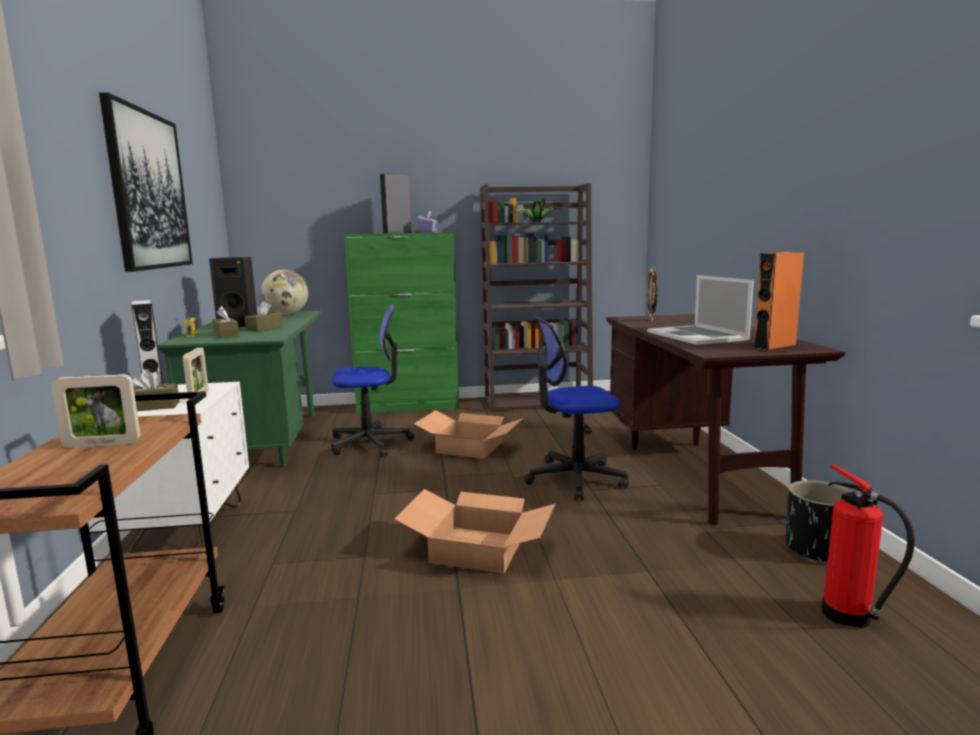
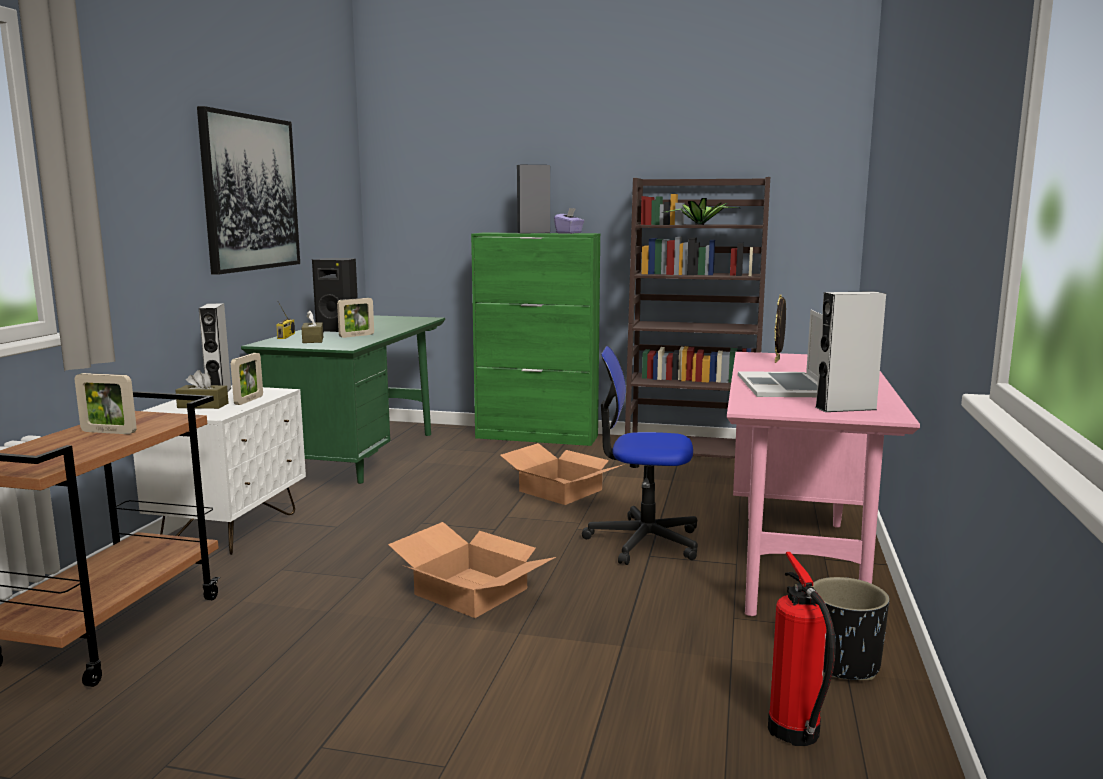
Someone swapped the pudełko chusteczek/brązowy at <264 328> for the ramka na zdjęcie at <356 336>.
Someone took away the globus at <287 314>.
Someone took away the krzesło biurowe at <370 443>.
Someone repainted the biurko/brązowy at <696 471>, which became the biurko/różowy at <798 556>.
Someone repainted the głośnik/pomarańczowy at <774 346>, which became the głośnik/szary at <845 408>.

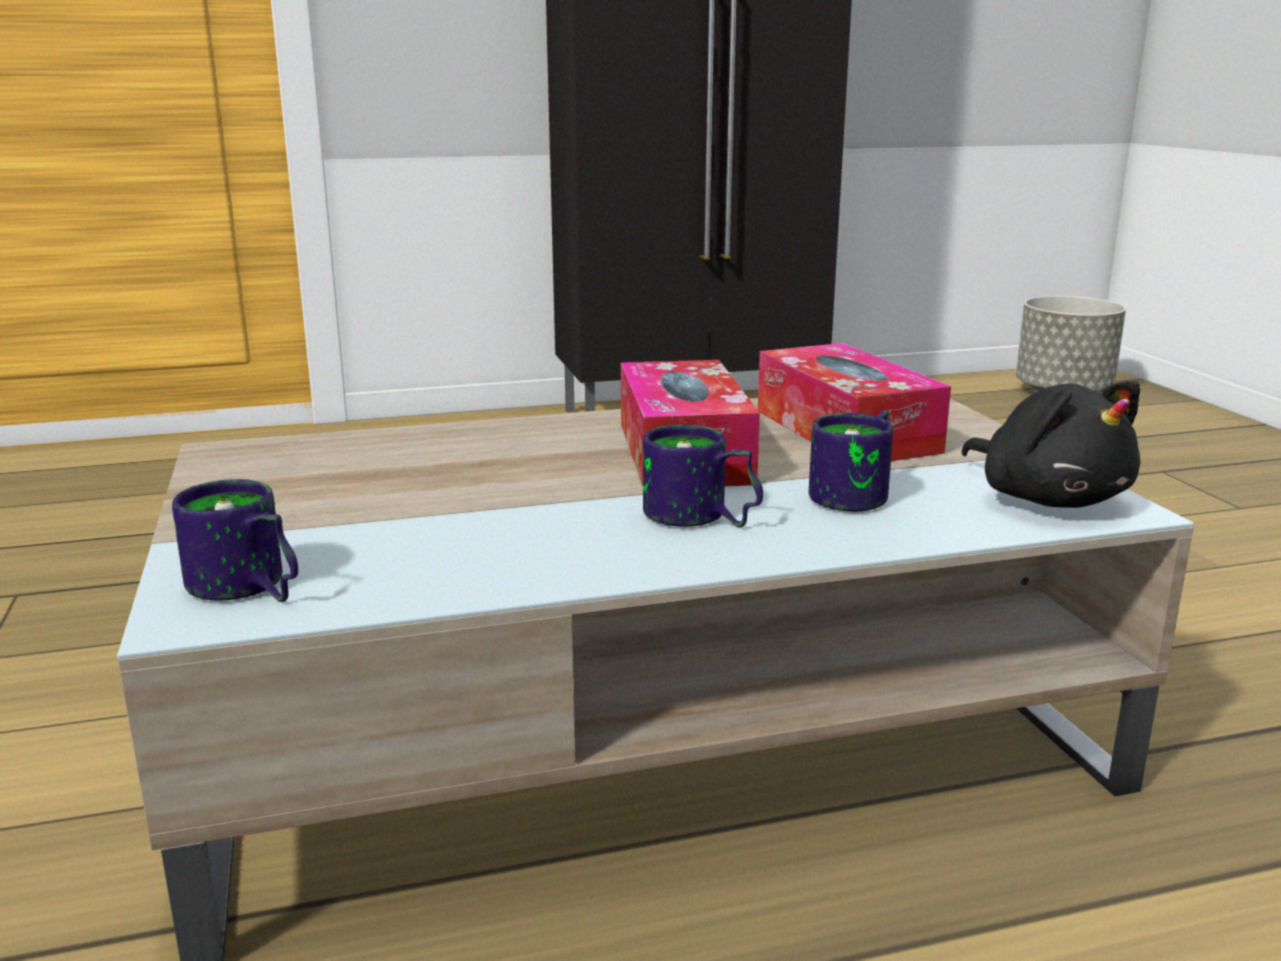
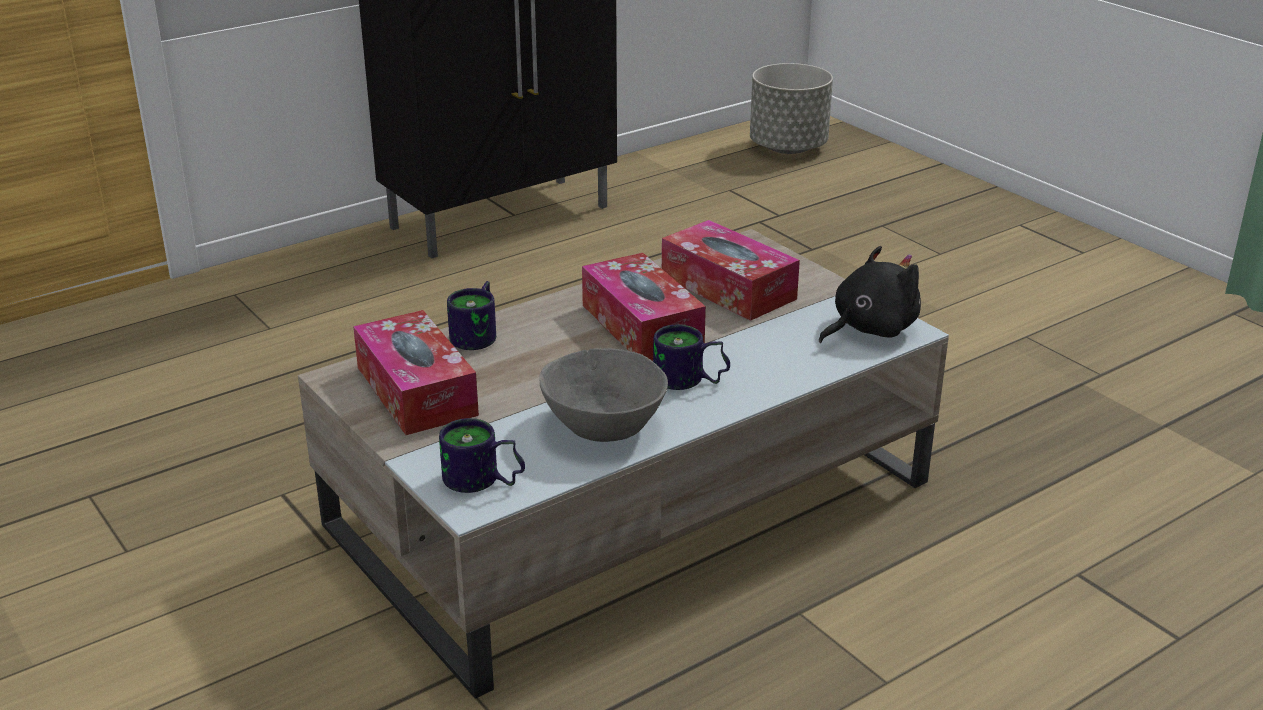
Someone carried the kubek from <861 494> to <480 334>.
Someone rotated the pluszak/czarny at <1048 498> by 75 degrees counterclockwise.
Someone put down the pudełko chusteczek at <416 391>.
Someone put down the miska/szary at <605 426>.

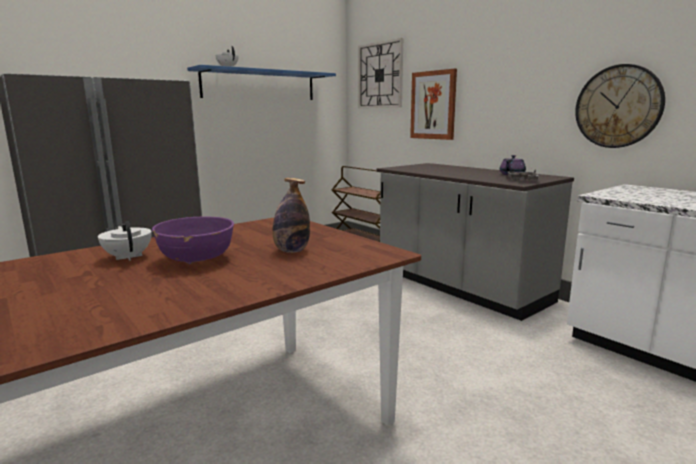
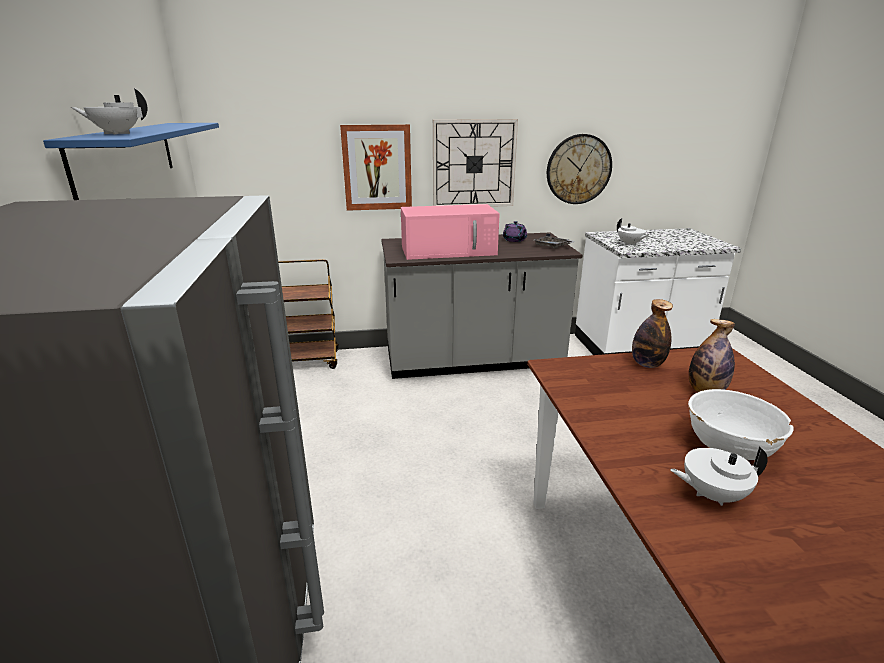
Someone repainted the miska/fioletowy at <197 259>, which became the miska/biały at <729 446>.
Someone carried the zegar ścienny from <380 75> to <474 164>.
Someone put down the mikrofalówka/różowy at <450 250>.
Someone put down the imbryk/biały at <630 244>.
Someone put down the butelka at <647 364>.

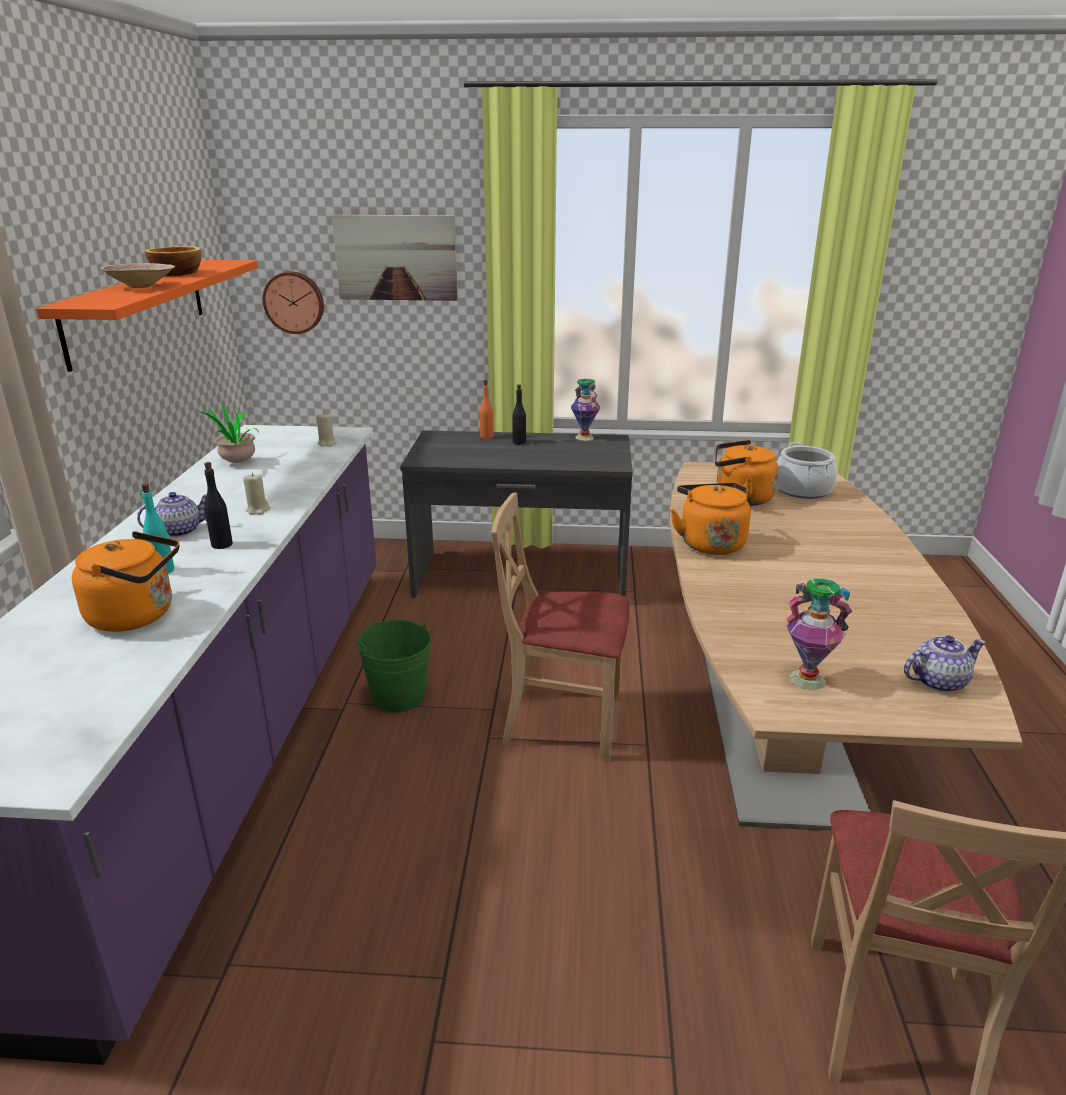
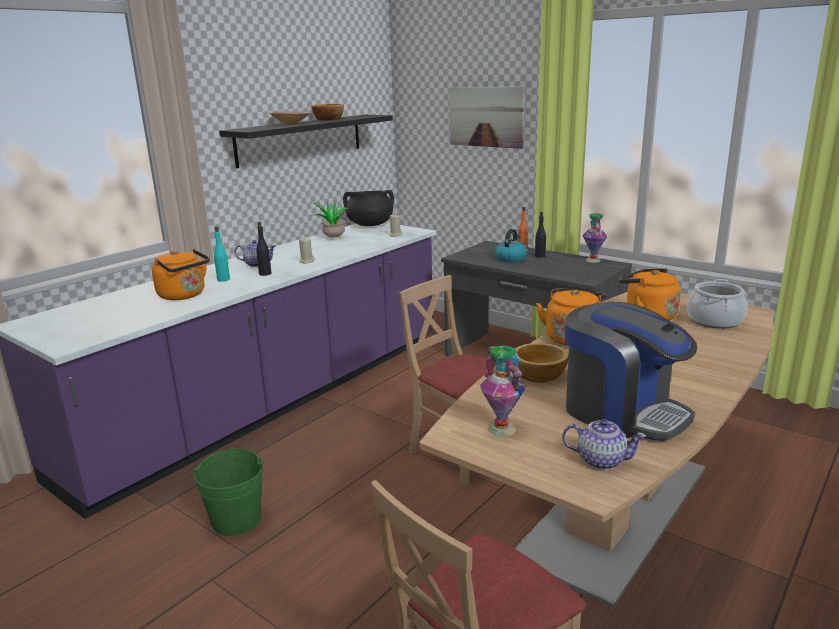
Someone repainted the półka/pomarańczowy at <138 309>, which became the półka/czarny at <301 139>.
Someone took away the zegar ścienny at <294 302>.
Someone carried the wiadro/zielony from <398 696> to <236 520>.
Someone put down the garnek/czarny at <370 225>.
Someone put down the czajnik at <510 258>.
Someone put down the miska at <539 375>.
Someone put down the ekspres do kawy at <622 412>.

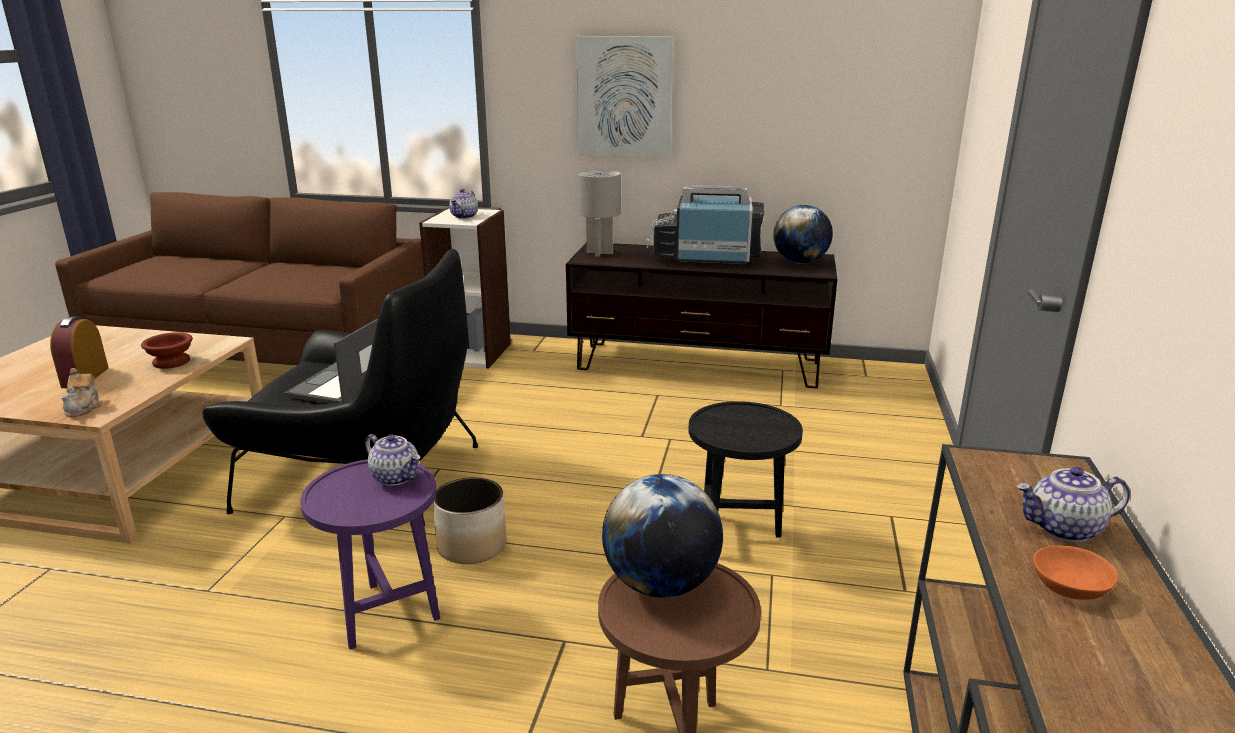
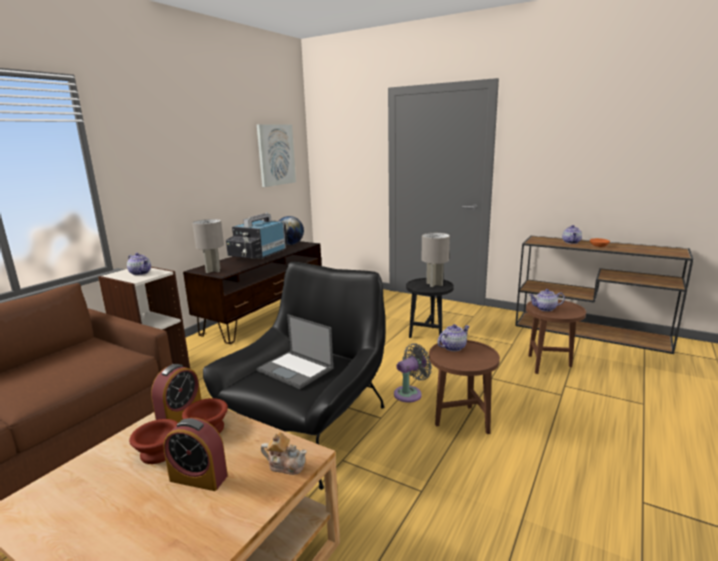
Someone repainted the stolik/fioletowy at <385 611>, which became the stolik/brązowy at <460 422>.
Someone swapped the donica at <472 545> for the wentylator/szary at <410 393>.
Someone carried the obraz from <624 97> to <276 155>.
Someone swapped the globus at <661 584> for the imbryk at <545 309>.
Someone put down the miska/brązowy at <160 453>.
Someone put down the budzik at <180 414>.
Someone put down the lampa stołowa/szary at <434 284>.

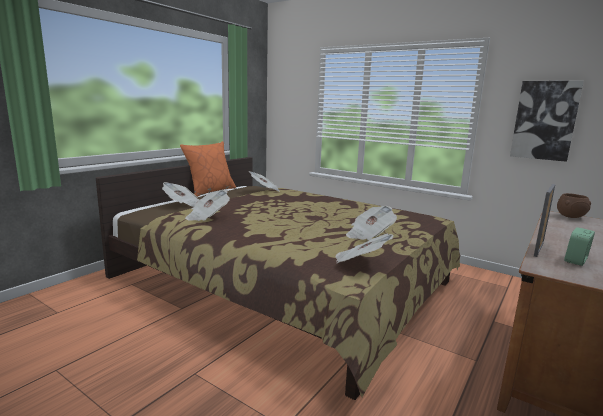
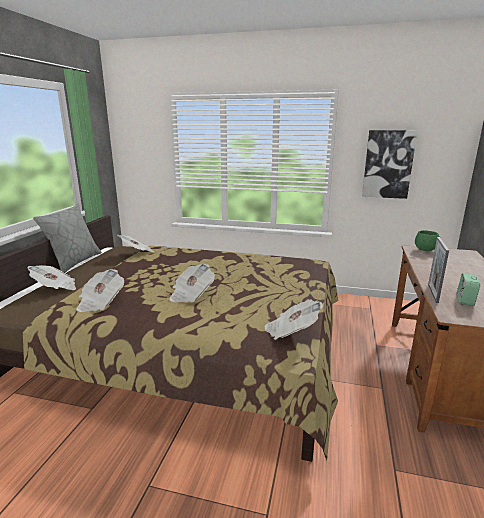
Someone repainted the poduszka/pomarańczowy at <210 191>, which became the poduszka/szary at <74 262>.
Someone carried the gazeta from <369 235> to <191 295>.
Someone repainted the miska/brązowy at <570 217>, which became the miska/zielony at <425 250>.

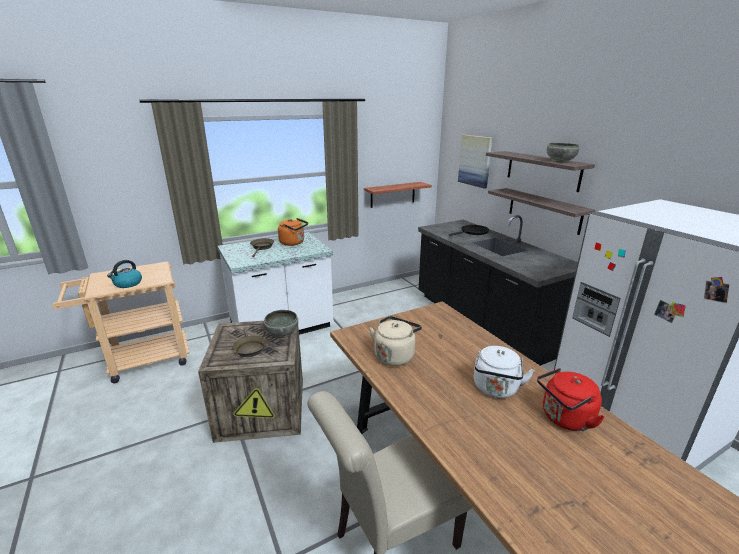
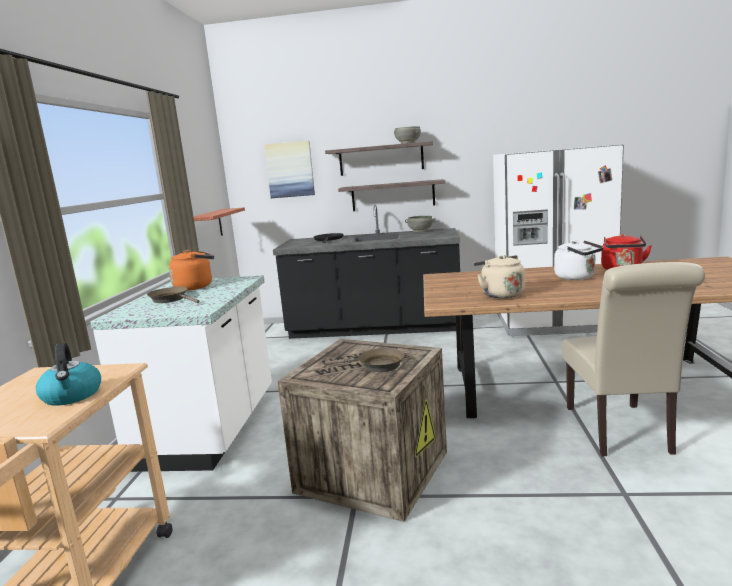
Someone carried the miska/szary from <281 333> to <420 231>.

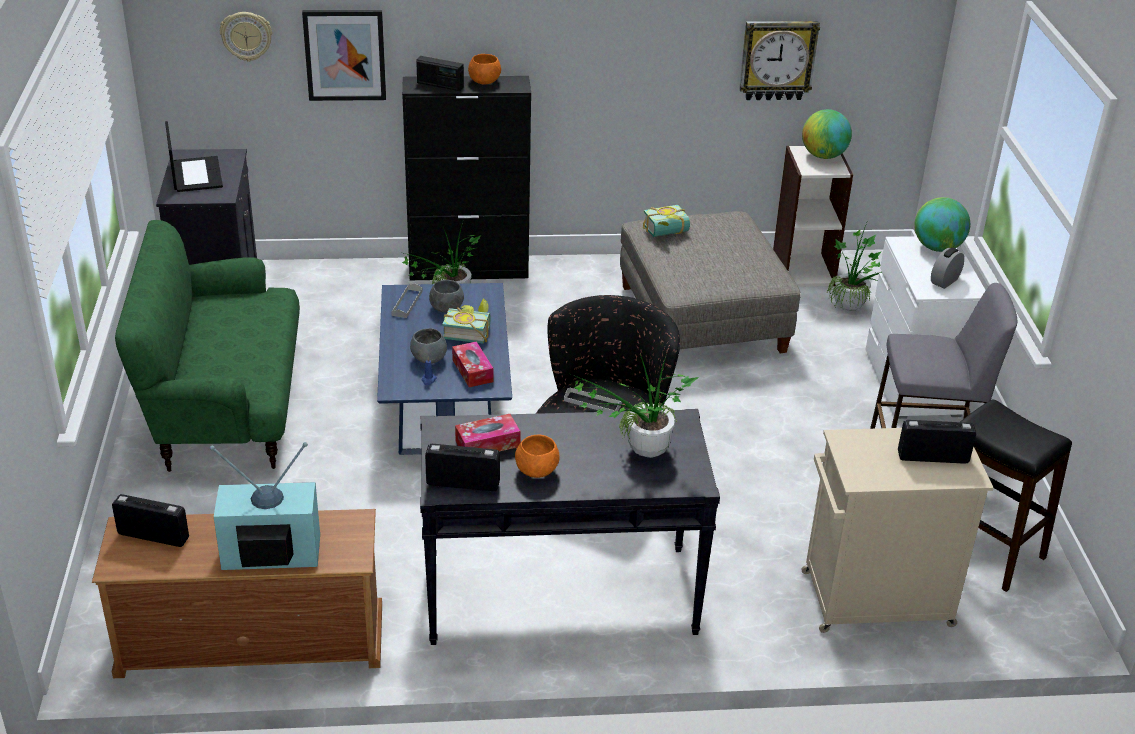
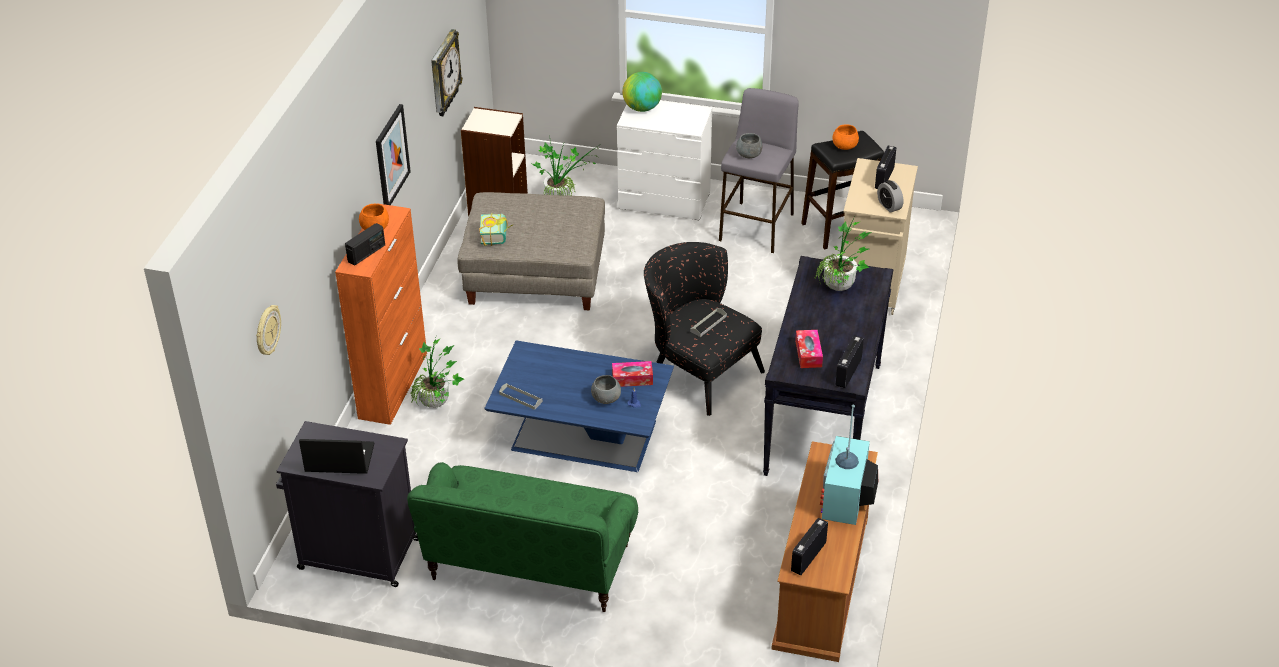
Someone carried the obraz from <345 55> to <391 156>.
Someone repainted the szafka/czarny at <469 269>, which became the szafka/pomarańczowy at <393 385>.
Someone carried the miska/szary from <446 308> to <749 155>.
Someone took away the książka at <468 331>.
Someone carried the miska/pomarańczowy from <536 471> to <845 146>.
Someone took away the globus at <823 156>.
Someone carried the budzik from <944 281> to <889 206>.

